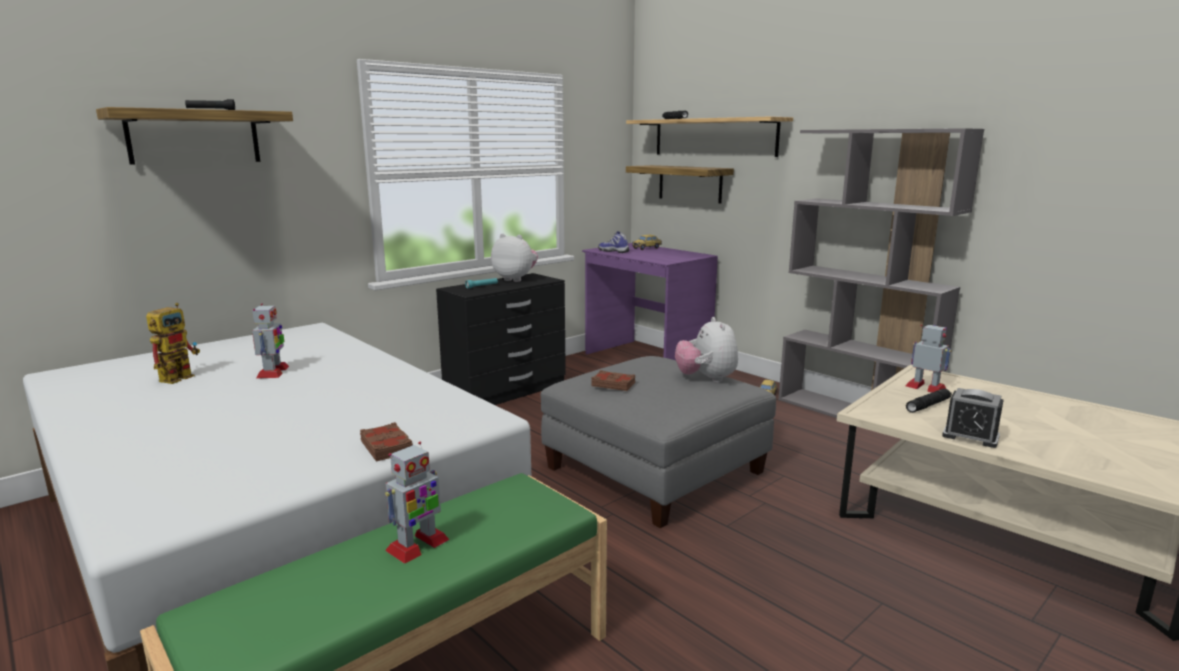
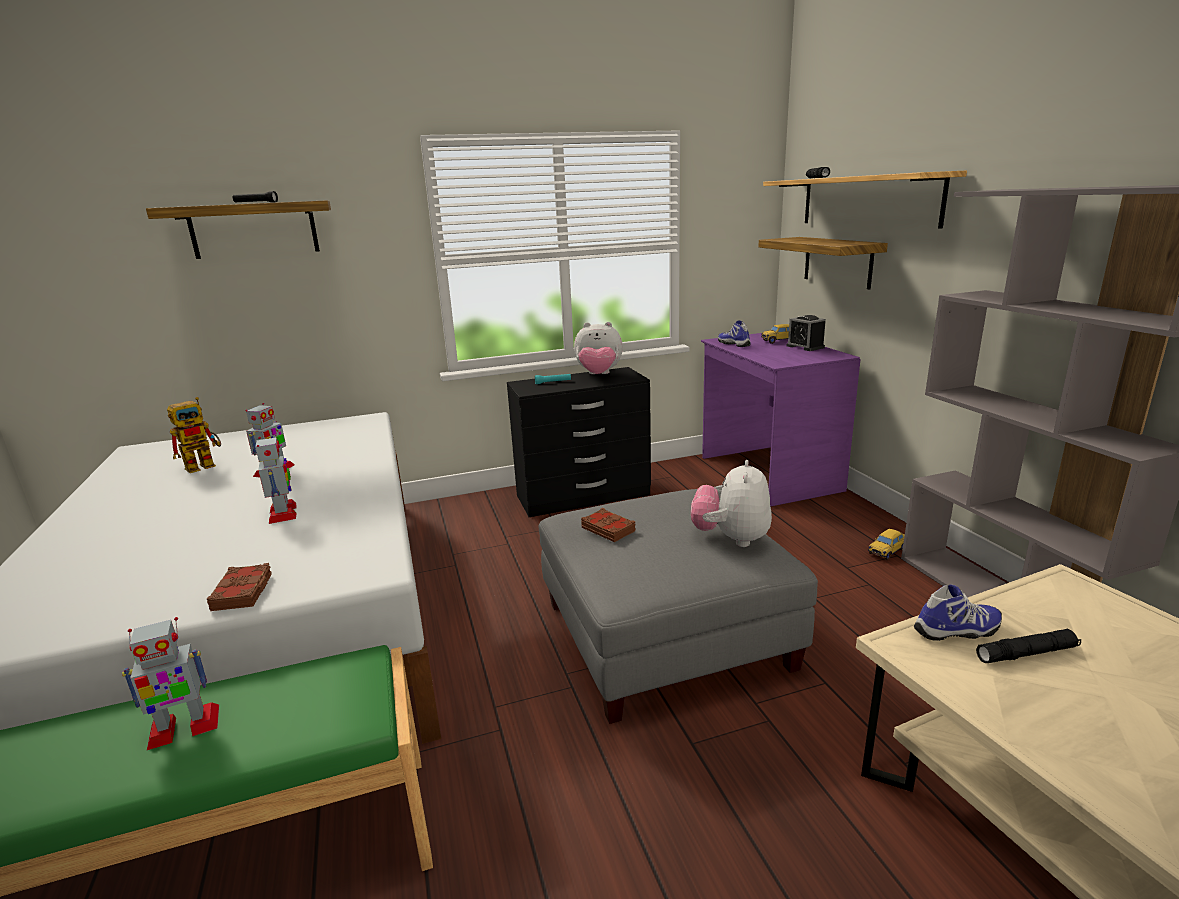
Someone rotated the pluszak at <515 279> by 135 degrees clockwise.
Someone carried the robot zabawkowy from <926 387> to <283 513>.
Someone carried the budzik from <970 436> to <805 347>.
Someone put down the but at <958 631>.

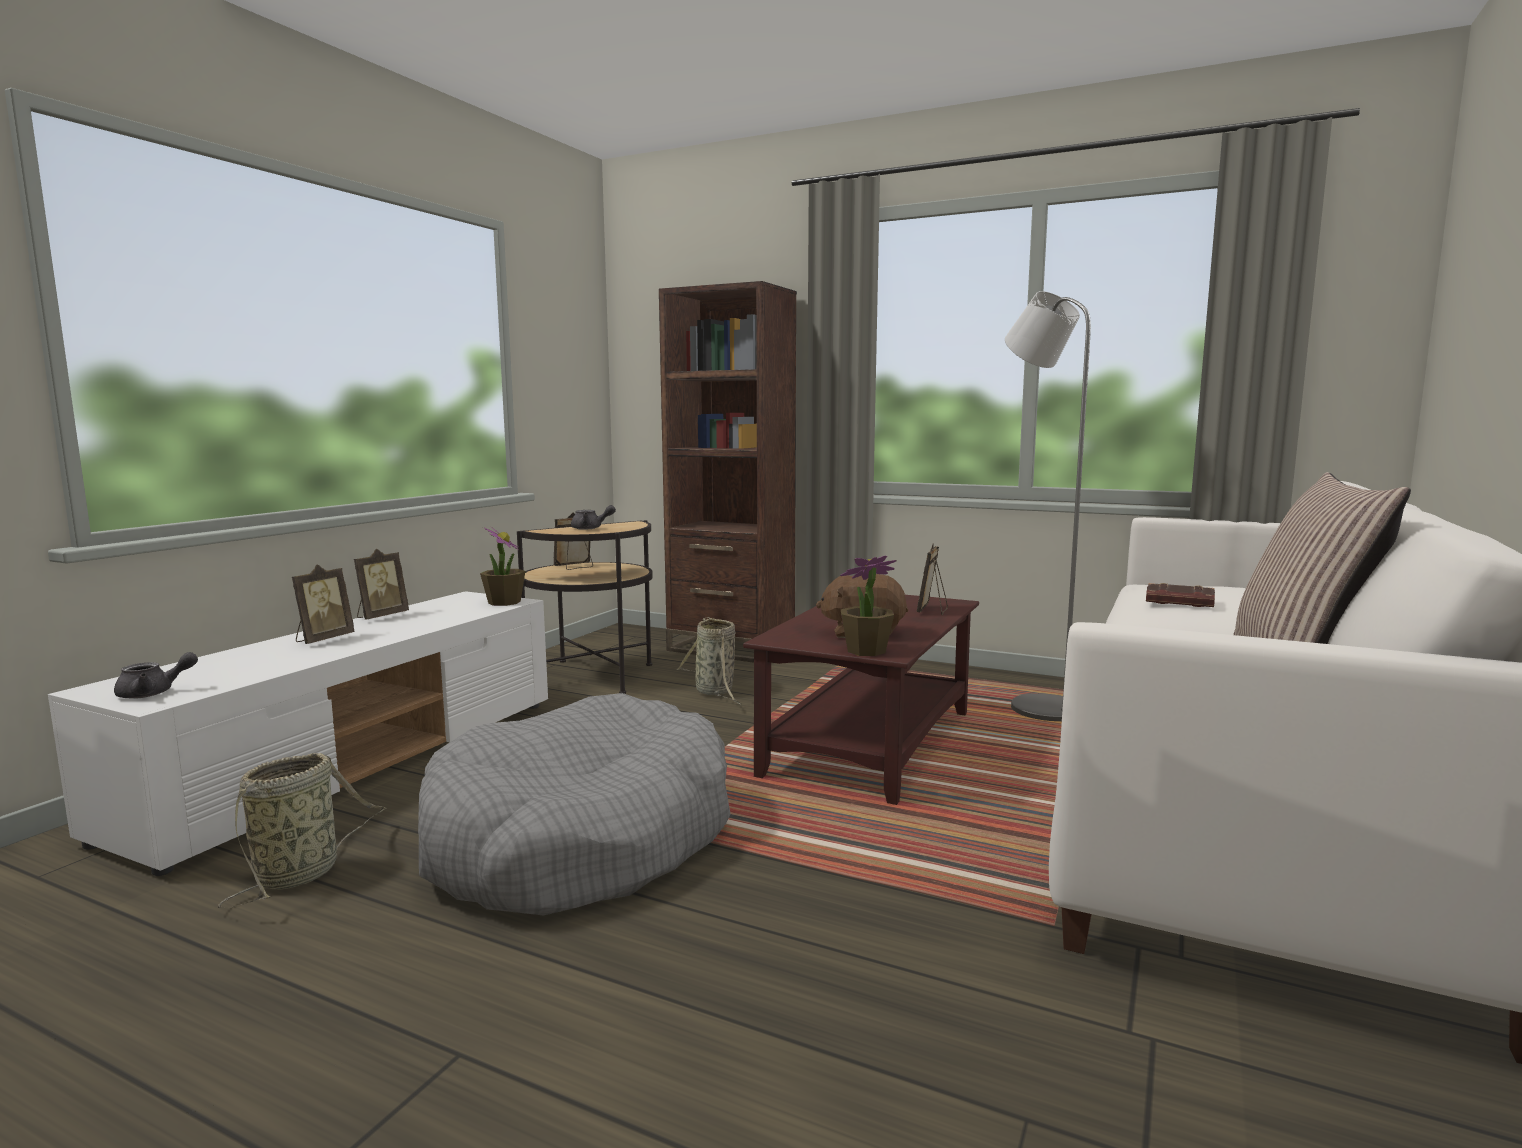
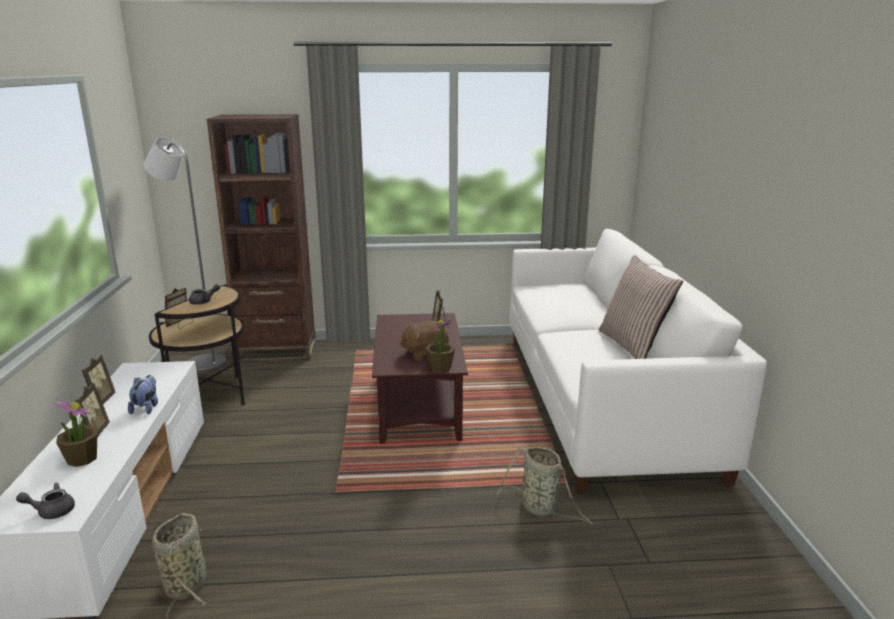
Someone rotated the imbryk/szary at <153 693> by 135 degrees counterclockwise.
Someone took away the legowisko/szary at <580 839>.
Someone carried the roślina doniczkowa from <504 602> to <82 459>.
Someone carried the koszyk from <715 692> to <541 508>.
Someone carried the lampa stojąca/szary from <1035 706> to <200 362>.
Someone took away the książka/brązowy at <1178 602>.
Someone put down the pluszak at <146 408>.

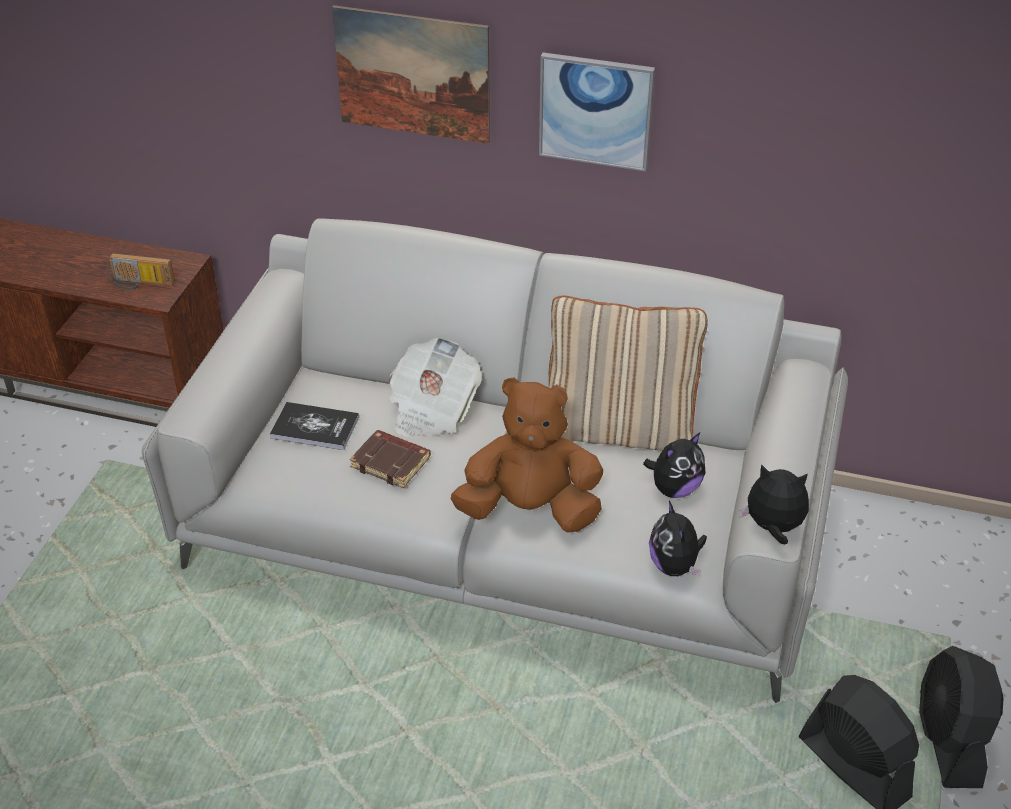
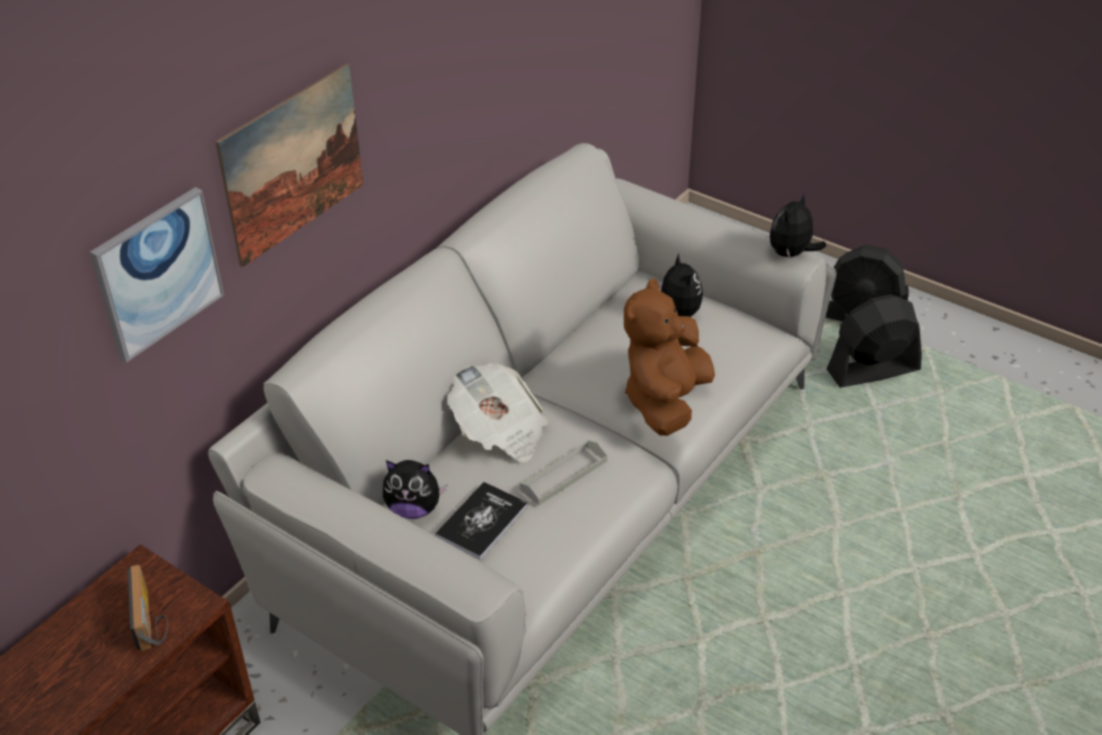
Someone rotated the radio at <140 284> by 45 degrees counterclockwise.
Someone swapped the książka/brązowy at <392 462> for the taca/szary at <564 475>.
Someone carried the obraz from <595 110> to <157 273>.
Someone took away the poduszka/beżowy at <619 429>.
Someone carried the pluszak from <675 566> to <414 509>.

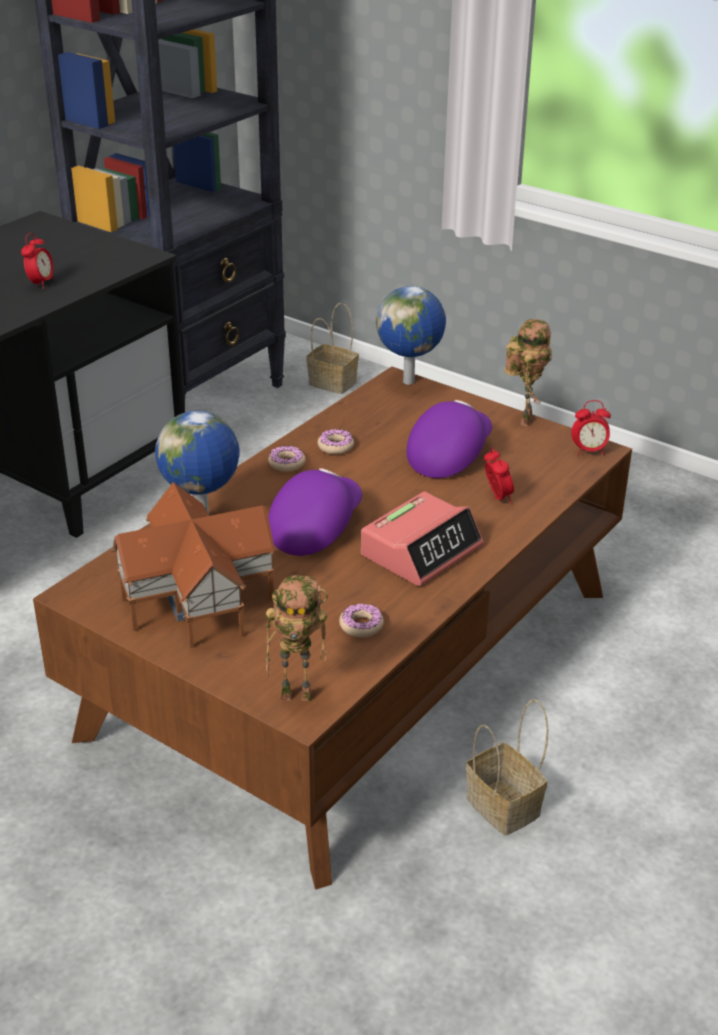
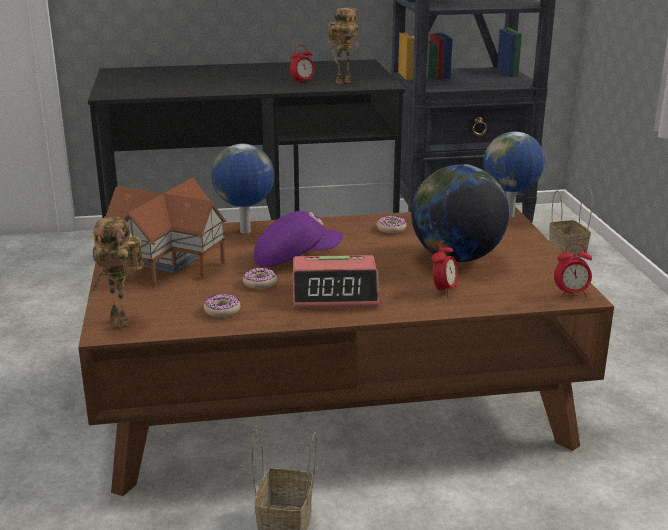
Someone carried the donut from <287 463> to <260 283>.
Someone swapped the czapka z daszkiem/fioletowy at <448 455> for the globus at <456 258>.
Someone carried the robot zabawkowy from <523 419> to <343 81>.
Someone rotated the budzik at <589 451> by 45 degrees counterclockwise.

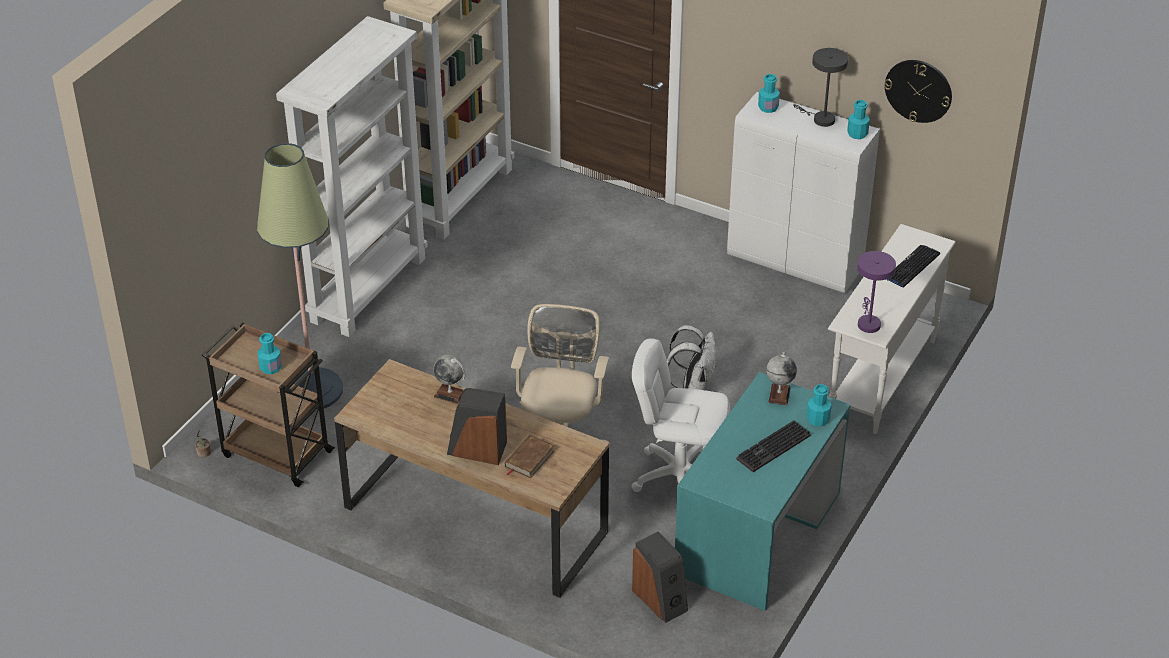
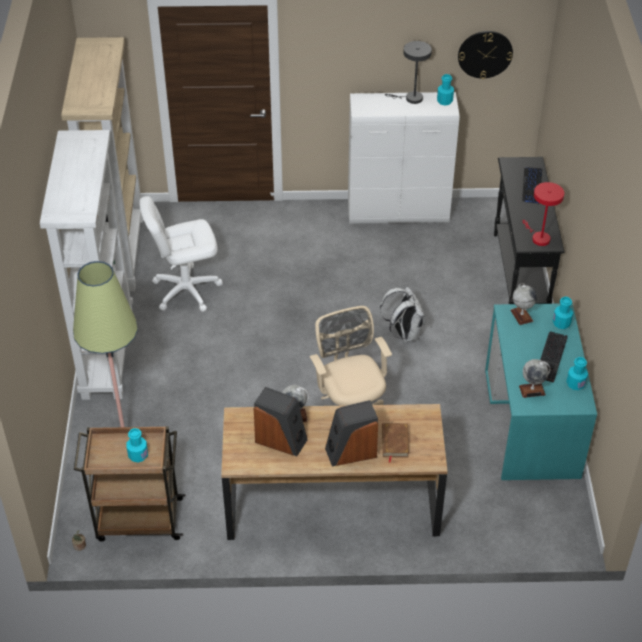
Someone carried the krzesło biurowe/biały from <678 477> to <186 290>.
Someone carried the głośnik from <660 599> to <281 439>.
Someone carried the butelka/turkusowy from <768 108> to <575 384>.
Someone repainted the stolik konsolowy/biały at <881 378>, which became the stolik konsolowy/czarny at <519 274>.
Someone repainted the lampa stołowa/fioletowy at <868 322>, which became the lampa stołowa/czerwony at <538 238>.
Someone put down the globus at <532 390>.

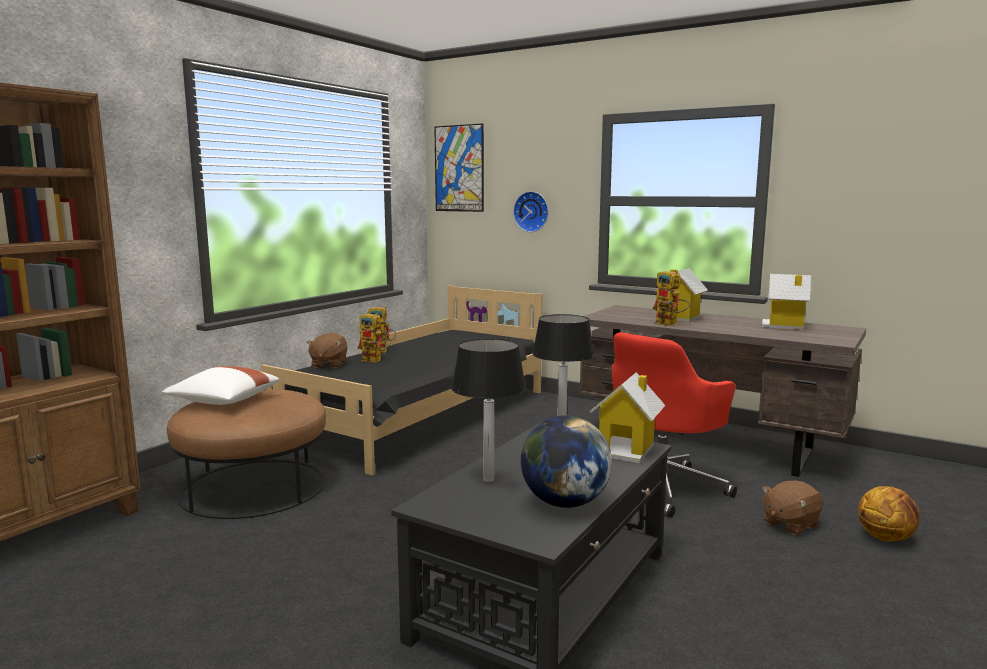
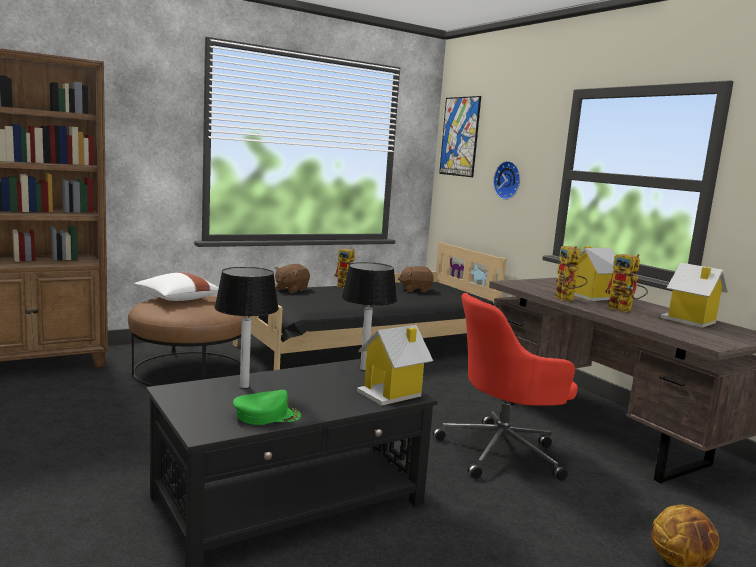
Someone carried the robot zabawkowy from <375 360> to <624 310>.
Someone swapped the globus at <564 503> for the czapka z daszkiem/zielony at <267 415>.
Someone carried the pluszak/brązowy from <789 524> to <415 290>.

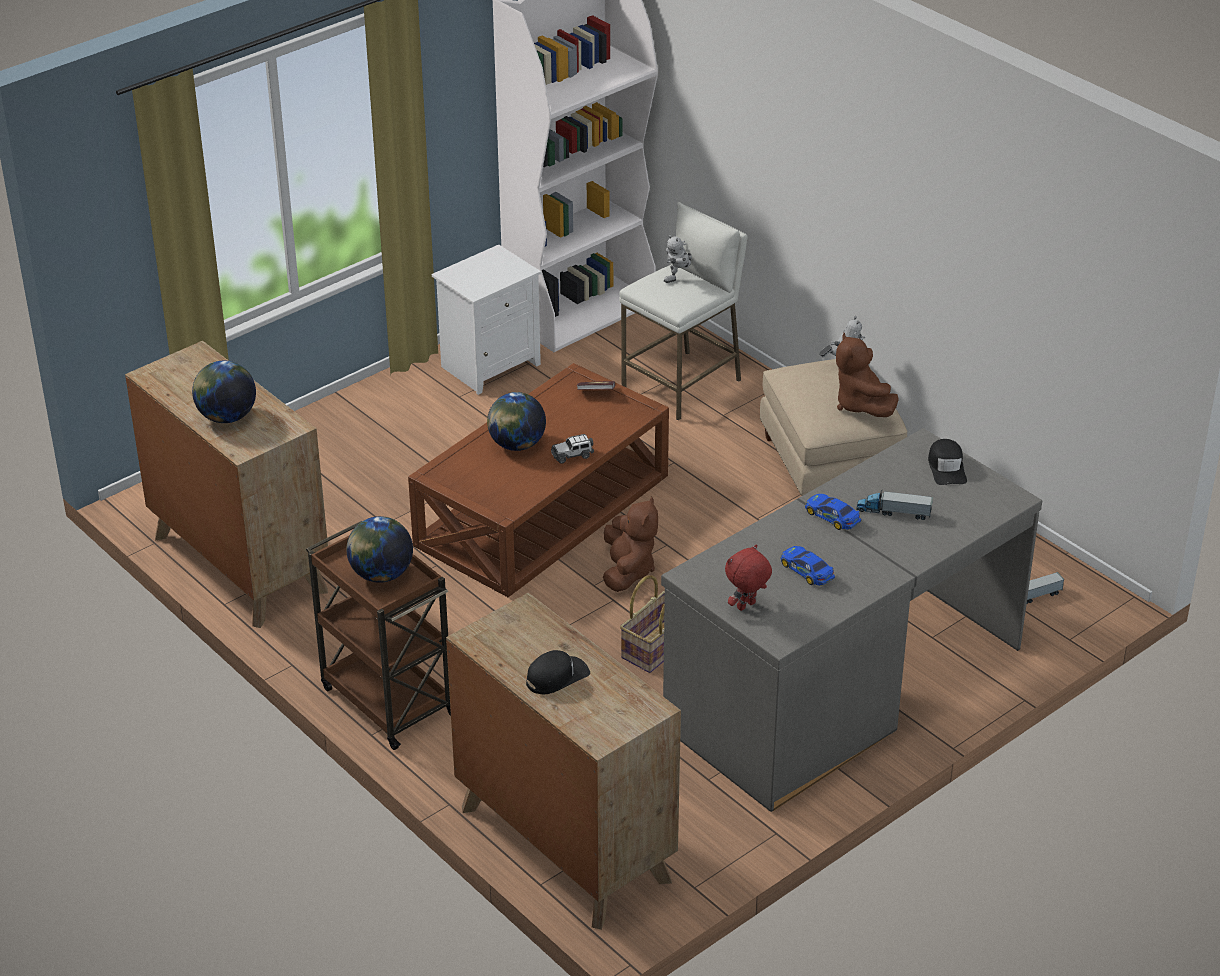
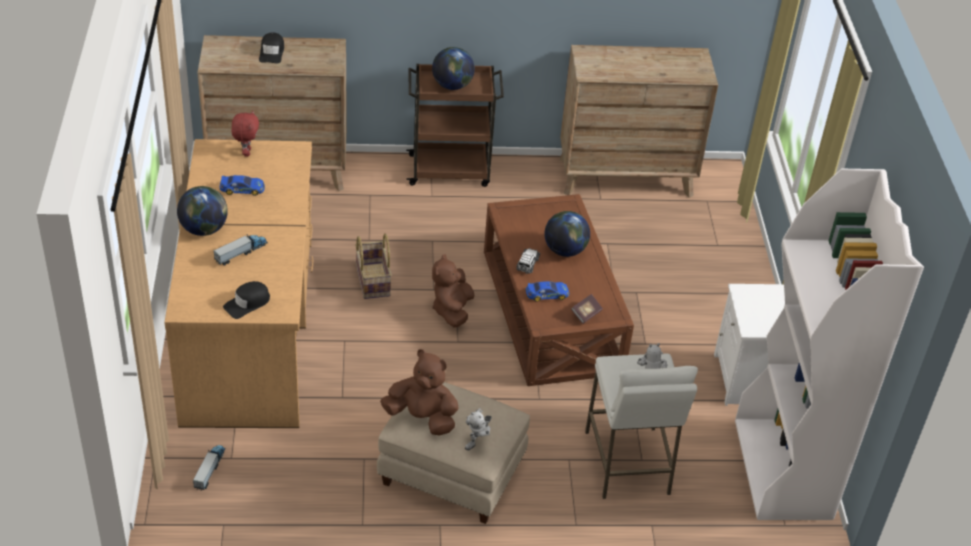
Someone carried the globus from <226 417> to <204 229>.
Someone rotated the pluszak/brązowy at <628 571> by 60 degrees clockwise.
Someone repainted the biurko/szary at <842 685>, which became the biurko/brązowy at <251 330>.
Someone carried the samochodzik from <832 516> to <547 294>.
Someone rotated the czapka z daszkiem/czarny at <947 468> by 75 degrees counterclockwise.

